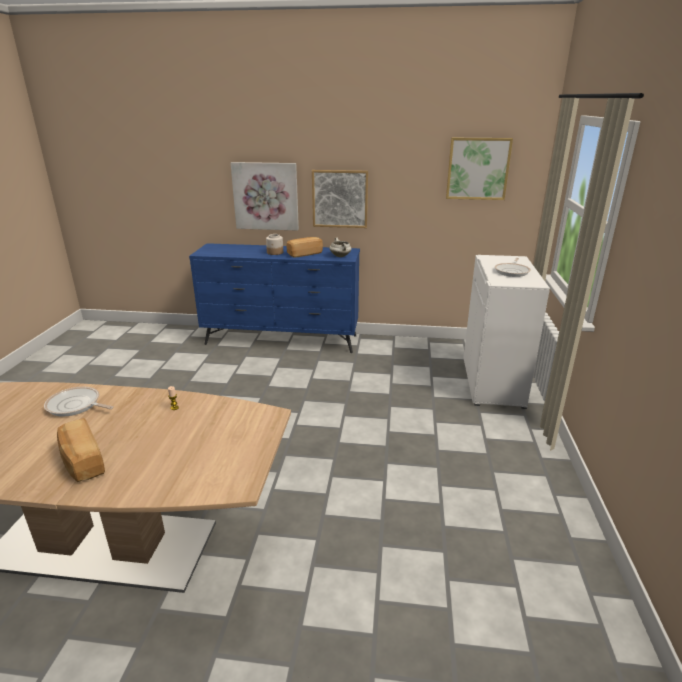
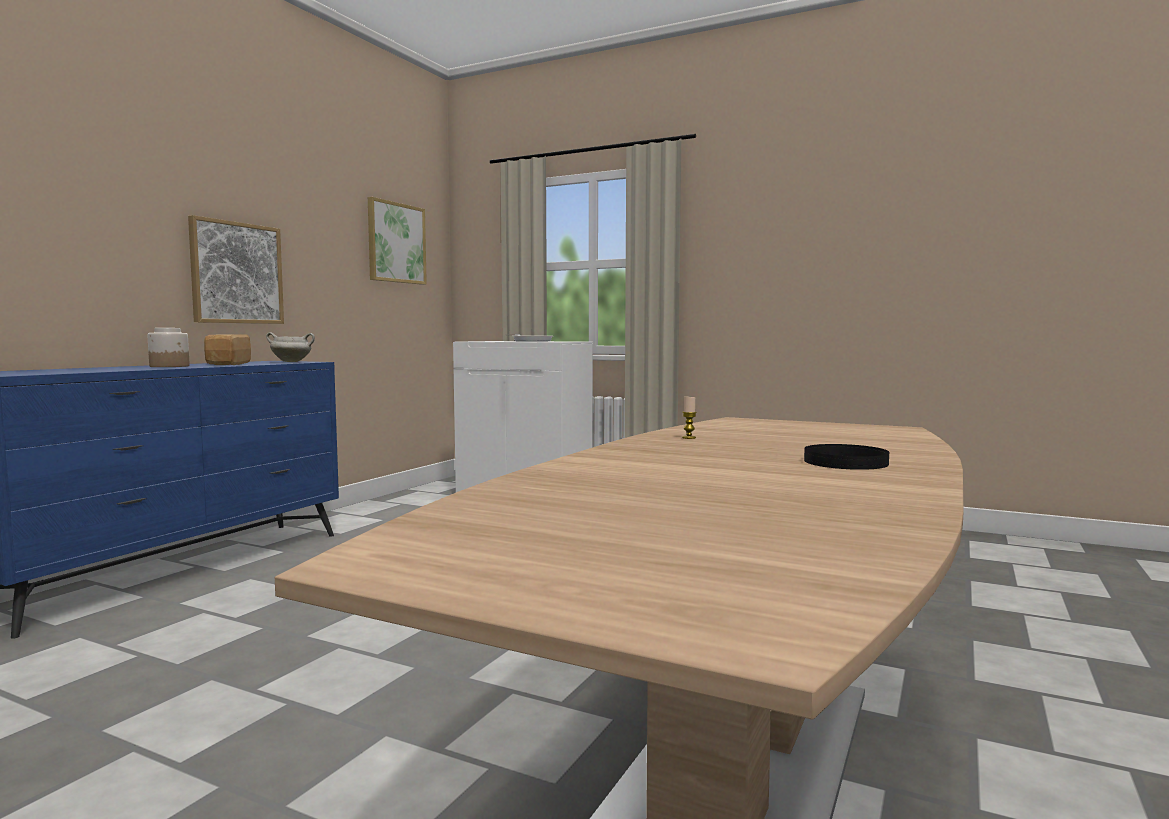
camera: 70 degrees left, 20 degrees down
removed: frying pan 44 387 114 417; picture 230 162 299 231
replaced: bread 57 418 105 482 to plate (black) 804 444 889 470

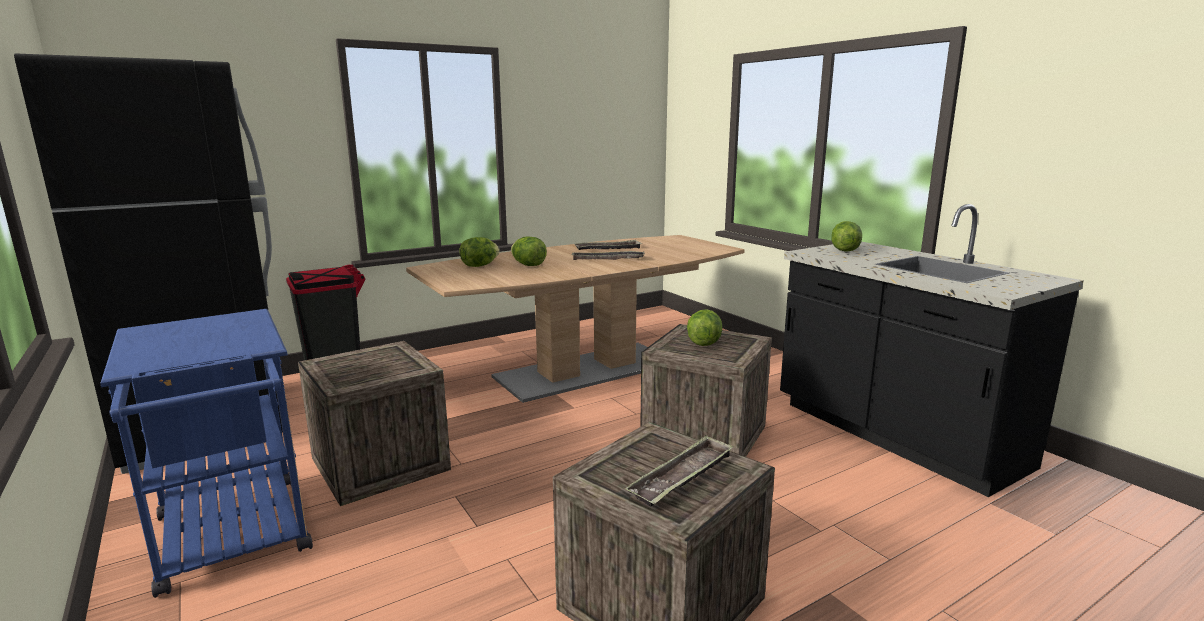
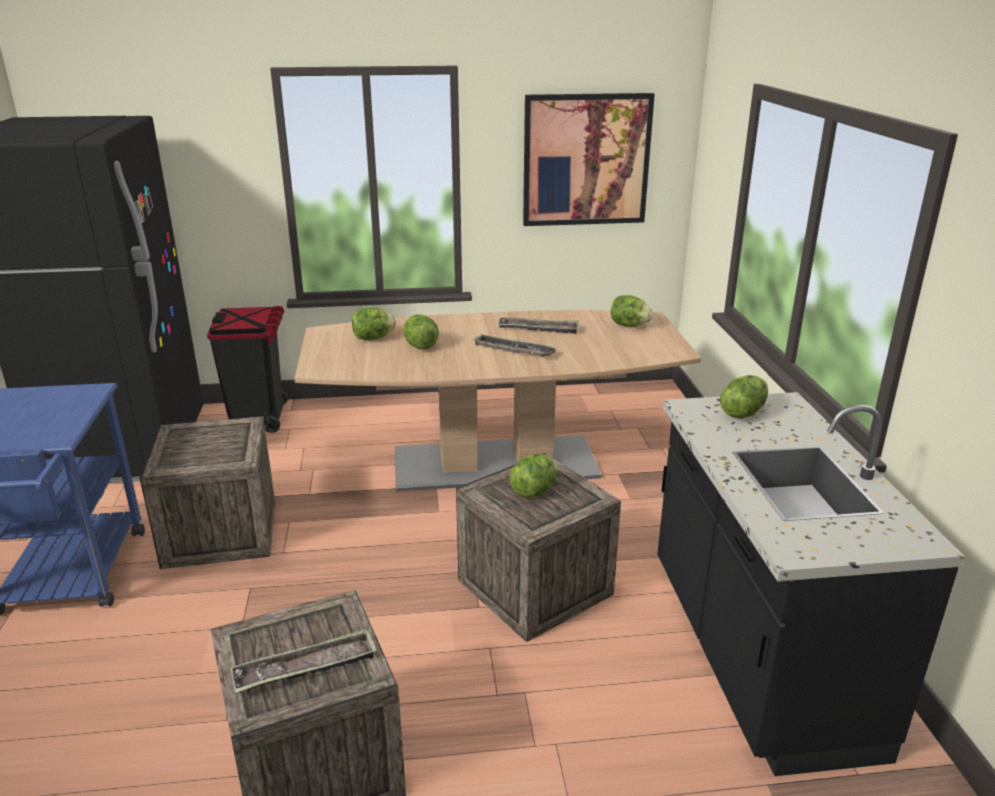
camera: 25 degrees right, 10 degrees up
added: picture 523 93 655 226; lettuce 611 295 653 327

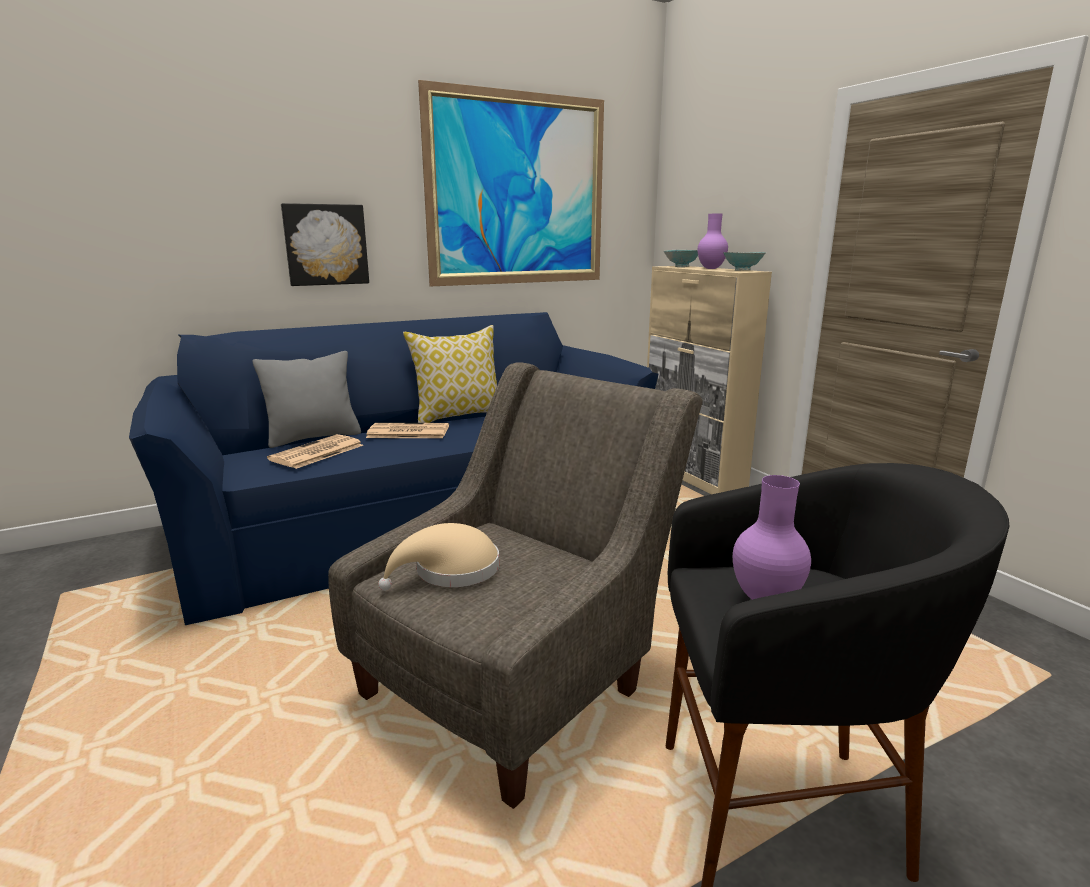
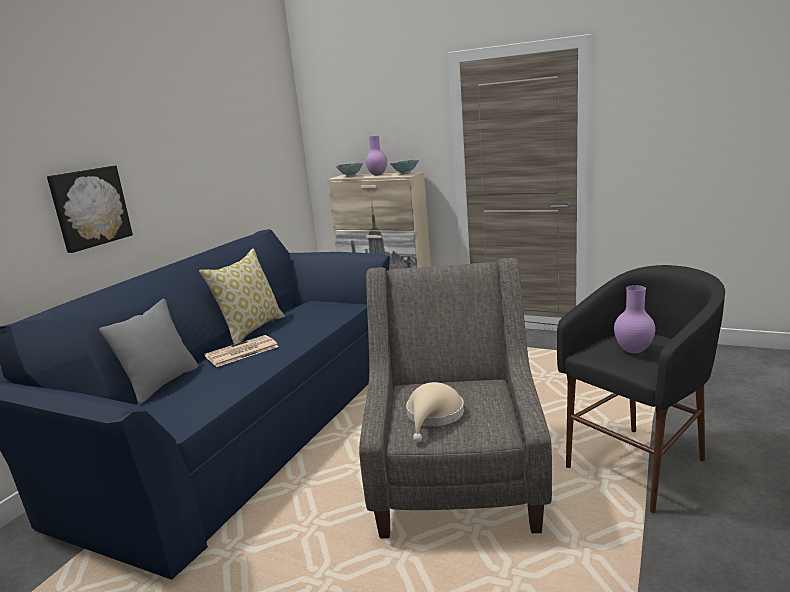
camera: 35 degrees left, 0 degrees up
removed: newspaper 267 434 363 469; picture 418 80 604 286

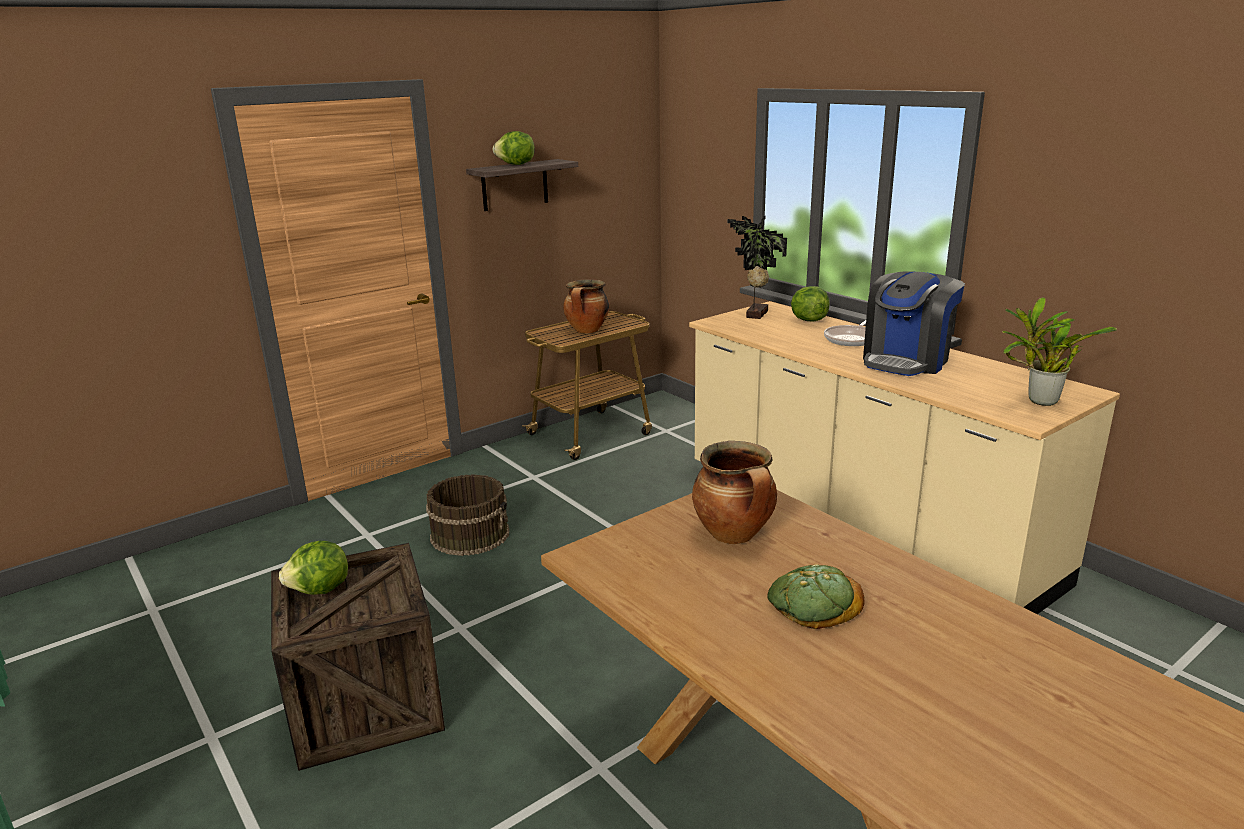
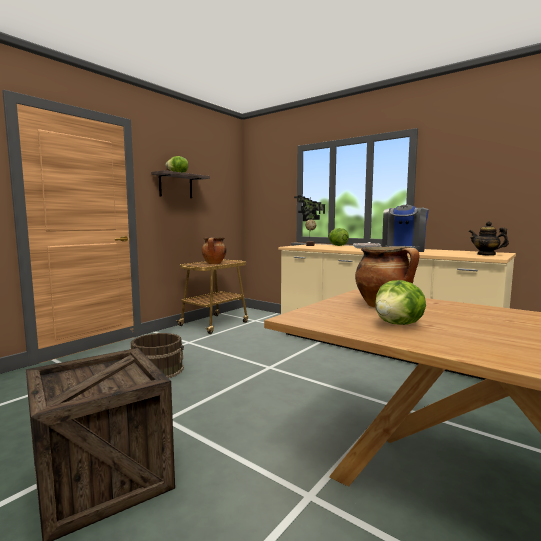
camera: 15 degrees left, 15 degrees down
removed: bread 768 564 865 629
moved: lettuce 279 541 348 595 to 375 280 426 325
replaced: potted plant 1002 297 1117 406 to teapot 469 221 509 255

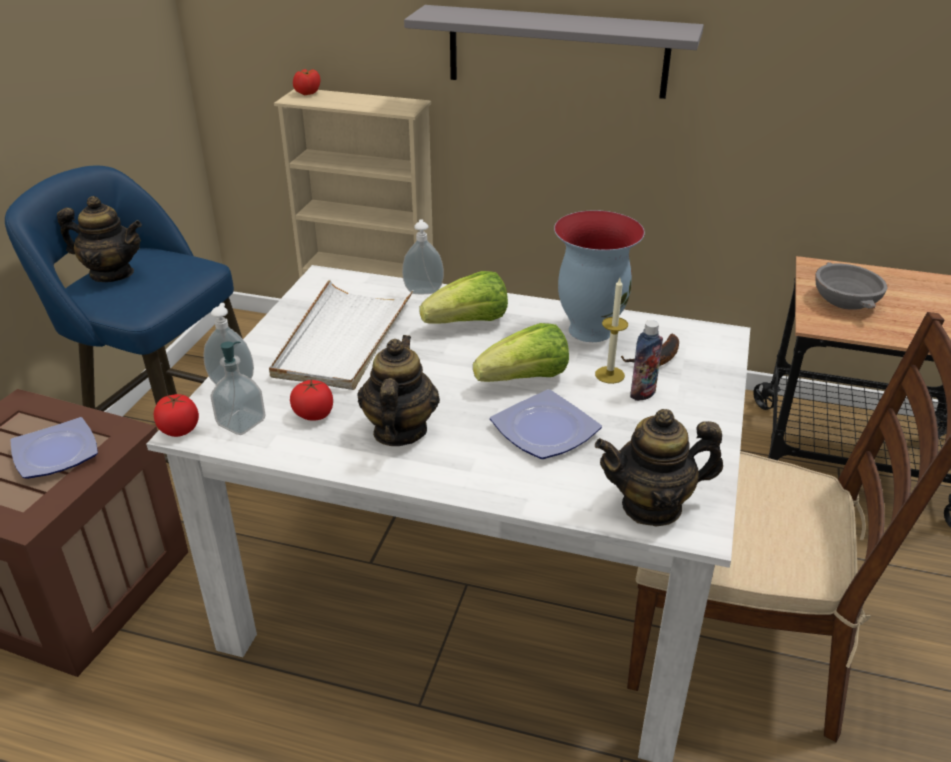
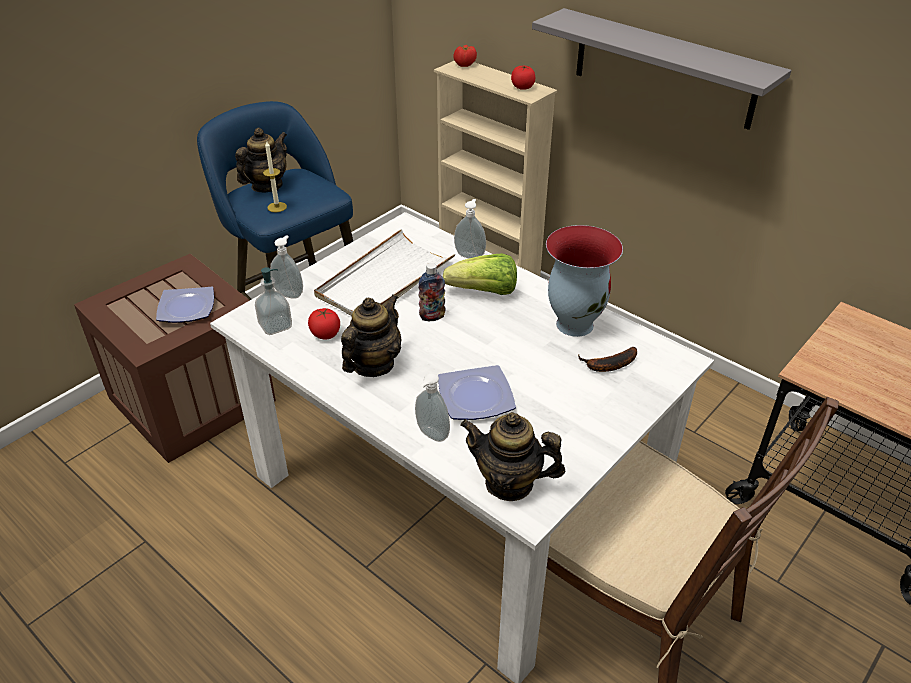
camera: 25 degrees right, 5 degrees up
removed: lettuce 473 323 569 382; bowl (grey) 815 262 887 310
added: soap dispenser 415 373 450 442
moved: tomato 154 394 199 437 to 511 65 535 90; candle 595 278 628 384 to 263 140 287 212; bottle 630 320 663 401 to 418 263 445 321
turned: teapot 57 196 142 282 = 235 128 287 193 90 degrees counterclockwise

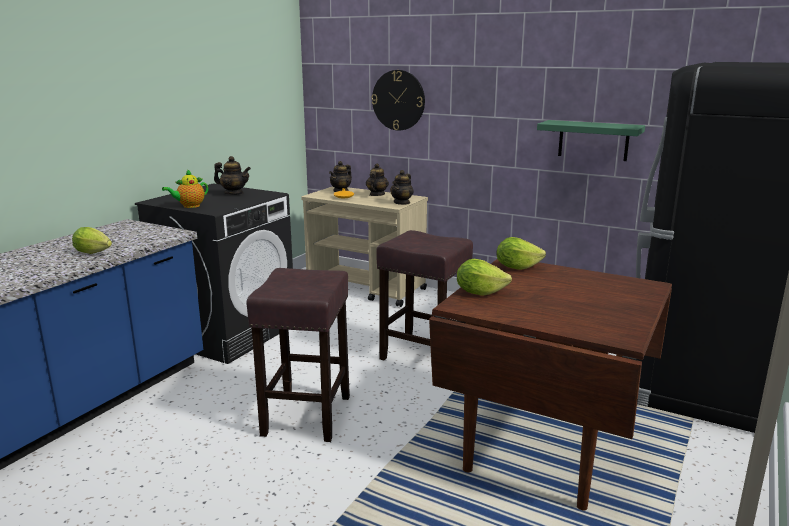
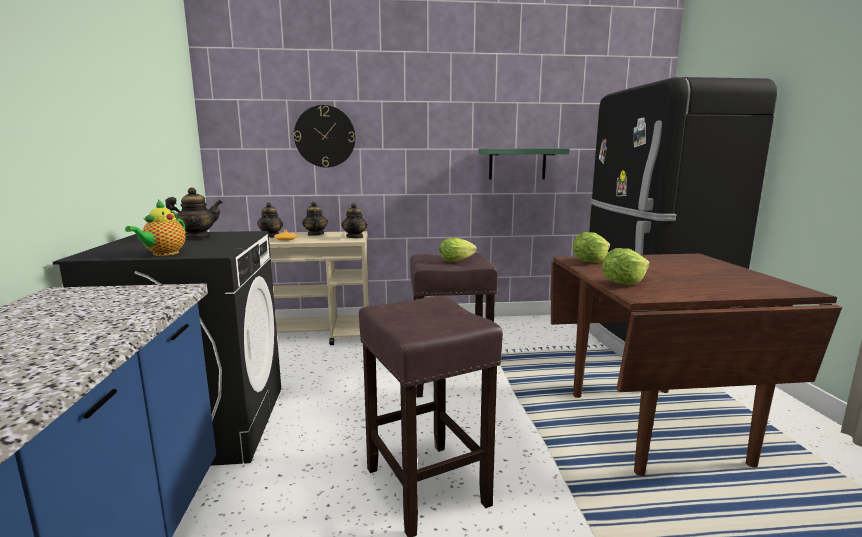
camera: 35 degrees left, 5 degrees down
moved: lettuce 72 227 112 254 to 439 238 477 262

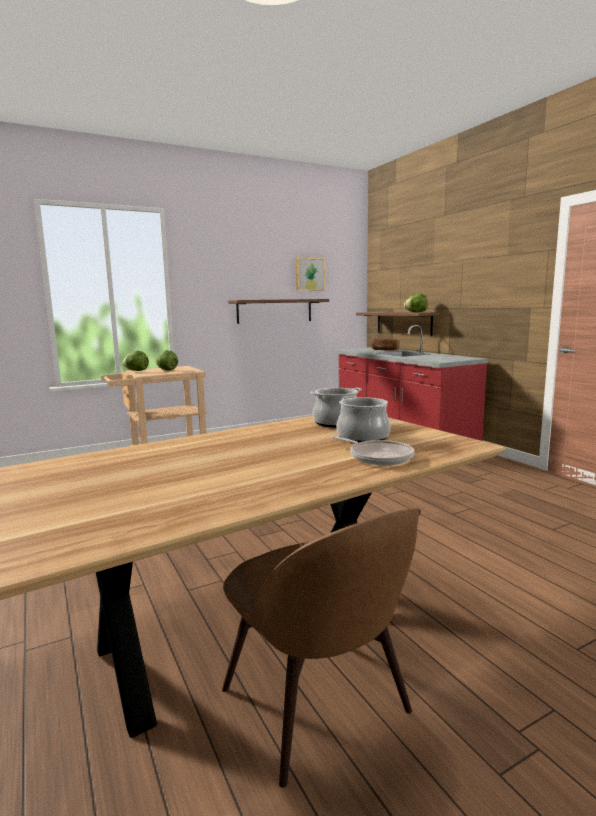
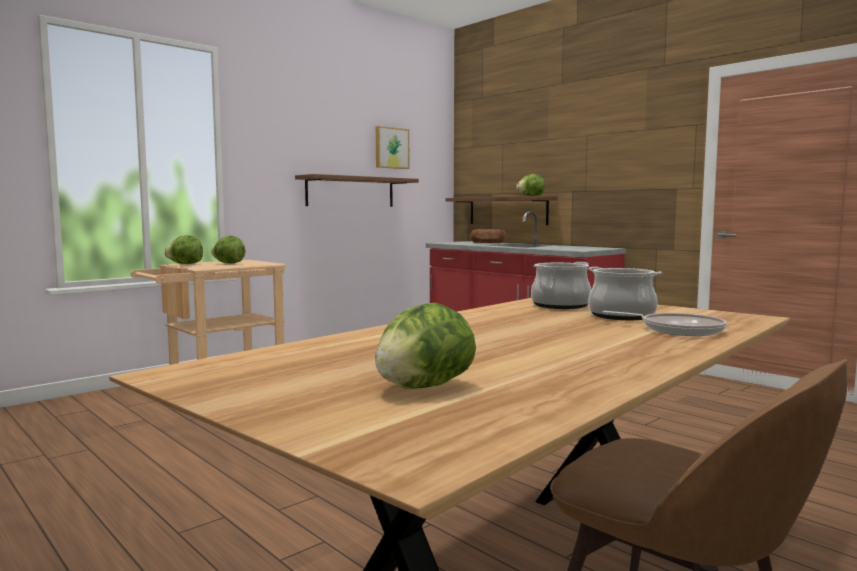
camera: 15 degrees left, 5 degrees down
added: lettuce 375 303 476 389

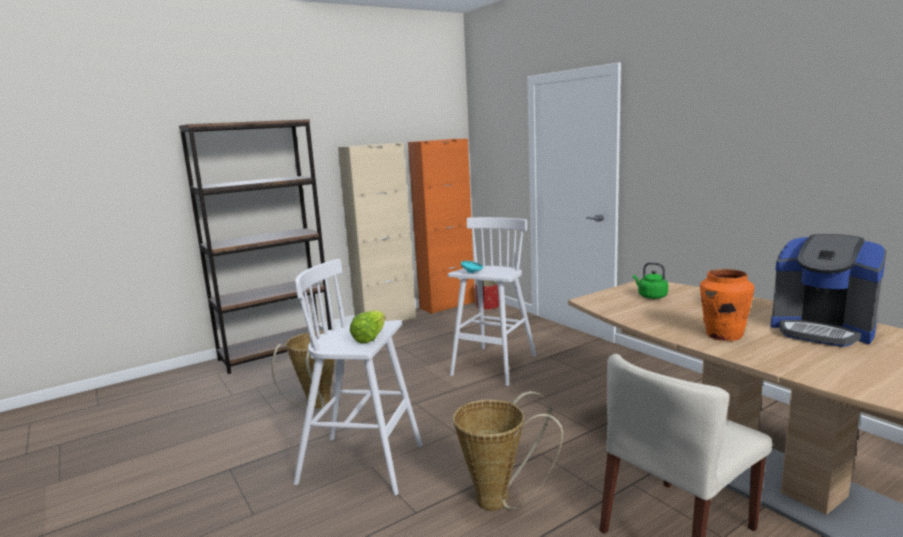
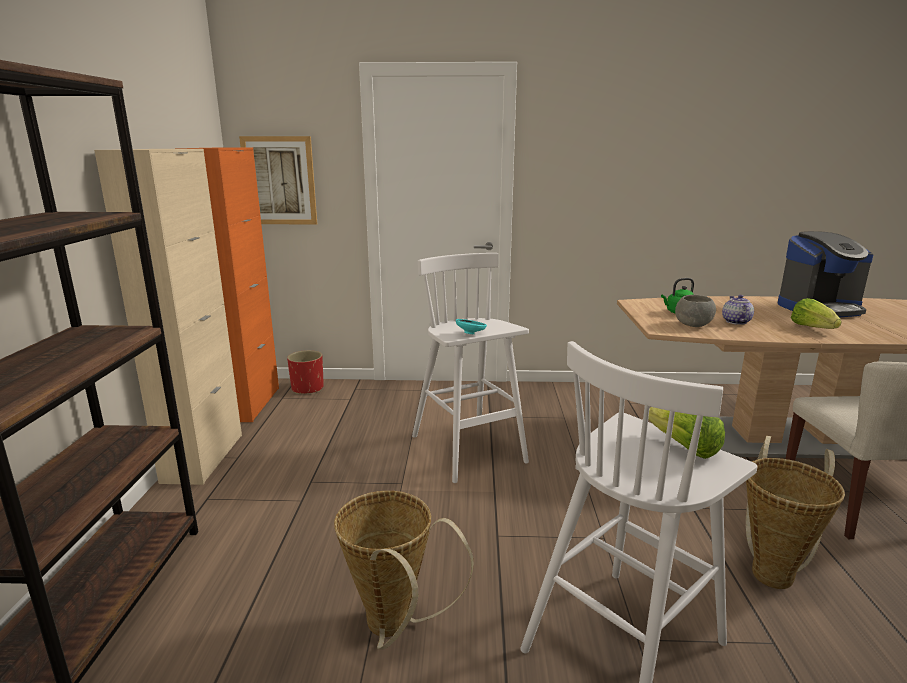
camera: 55 degrees left, 5 degrees up
added: picture 239 136 317 225; bowl (grey) 675 295 716 327; teapot 722 295 754 325
replaced: vase (orange) 700 269 754 341 to lettuce 791 298 842 329

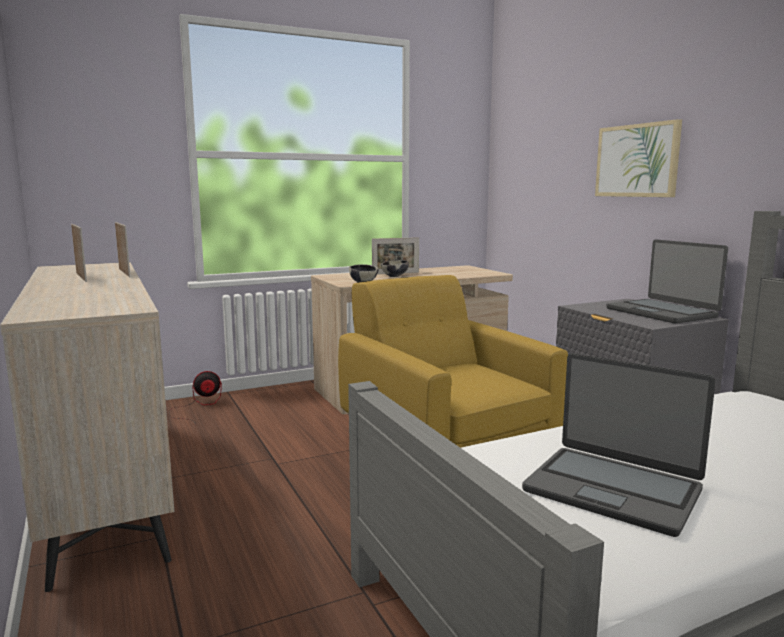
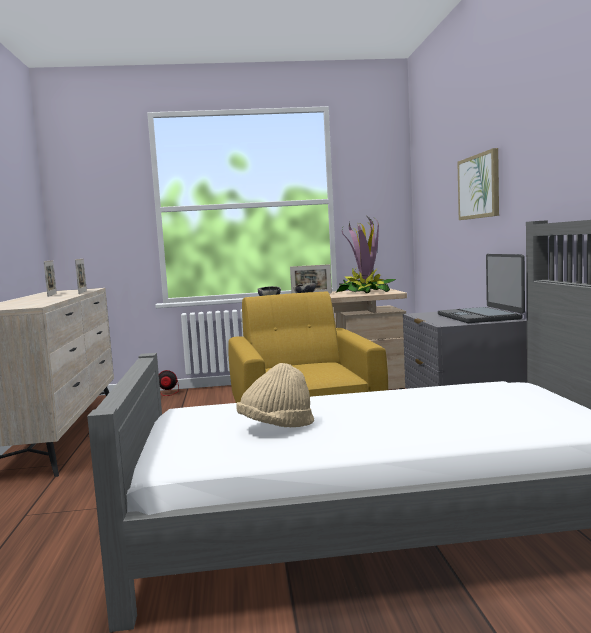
camera: 20 degrees right, 5 degrees down
added: potted plant 336 216 396 293
replaced: laptop 522 353 716 537 to hat (beige) 236 363 314 428

